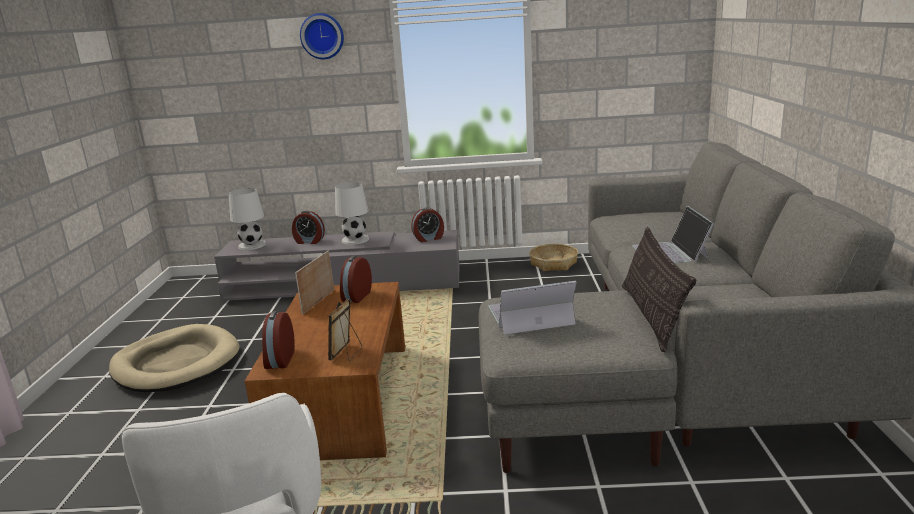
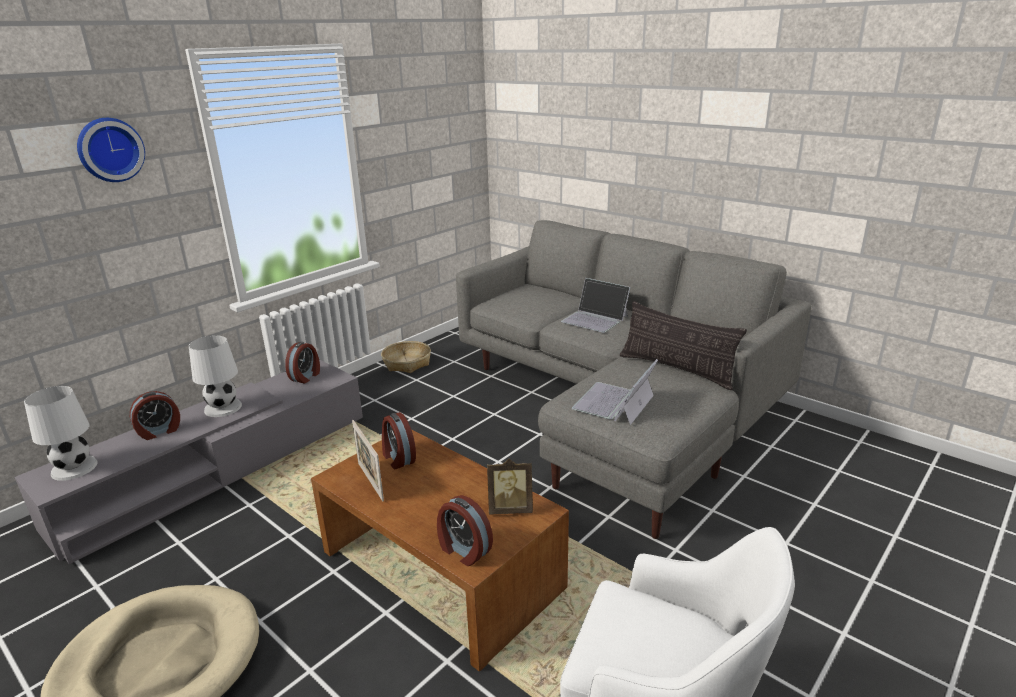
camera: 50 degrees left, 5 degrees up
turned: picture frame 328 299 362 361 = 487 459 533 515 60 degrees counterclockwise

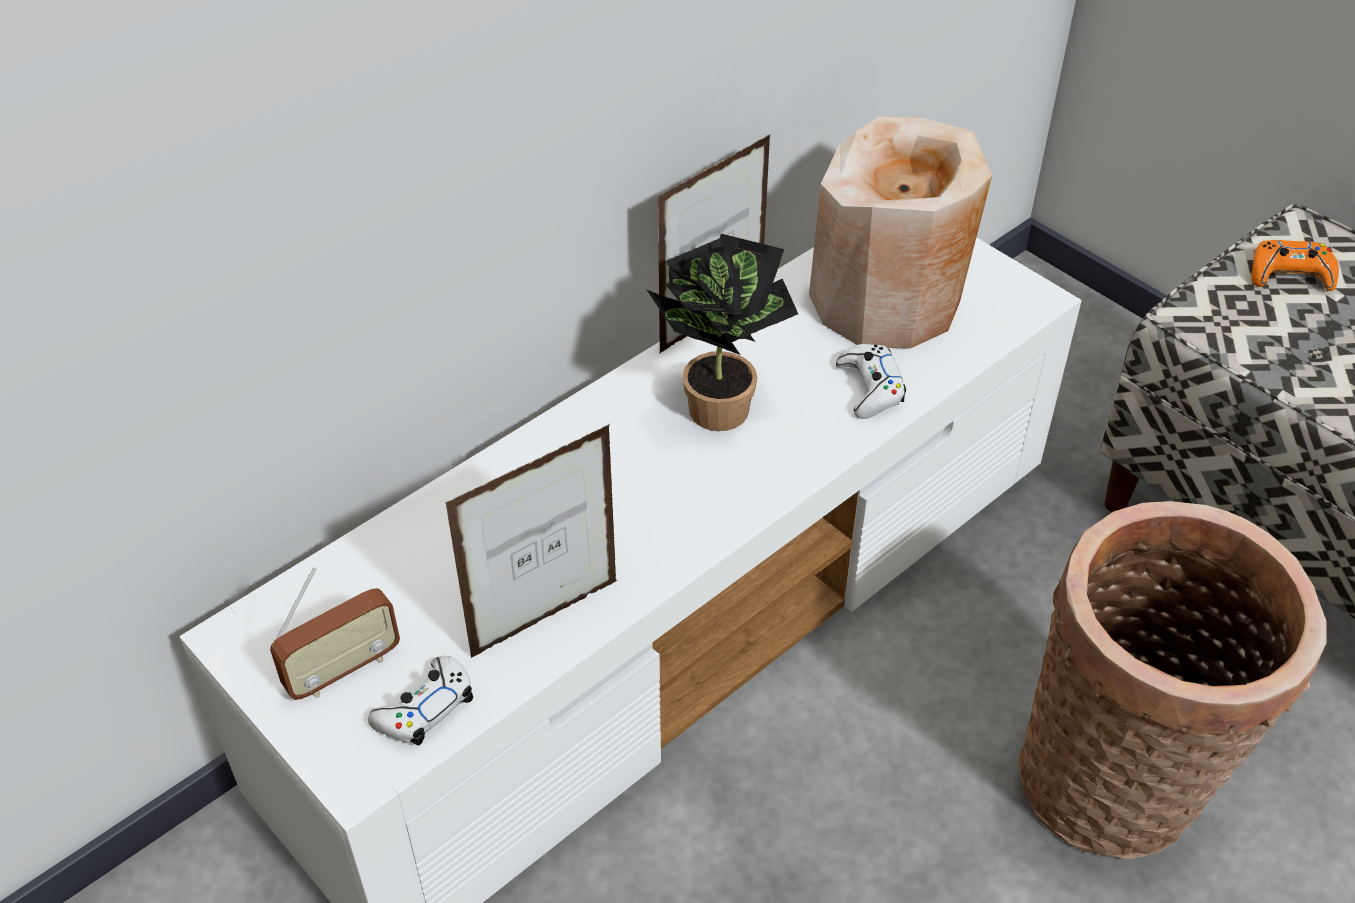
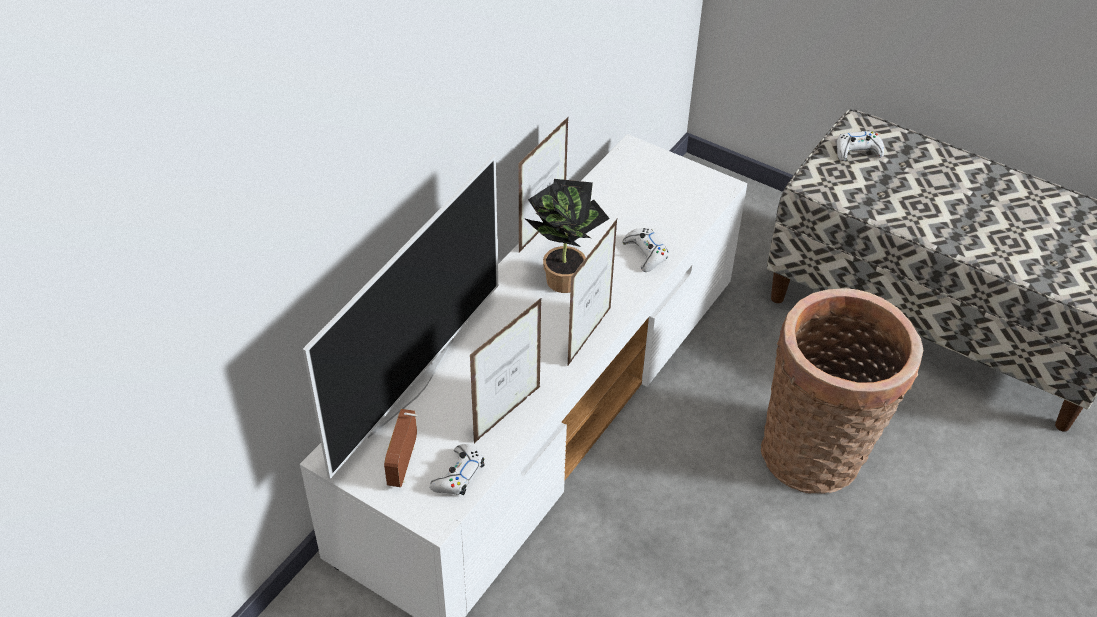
camera: 15 degrees left, 0 degrees up
removed: vase (beige) 809 117 992 349
added: television 303 154 498 479; picture frame 567 219 617 367
recoloured: game controller (orange) 1251 240 1339 291 to game controller (white) 837 131 884 161
turned: radio 270 567 400 700 = 384 409 417 487 150 degrees clockwise

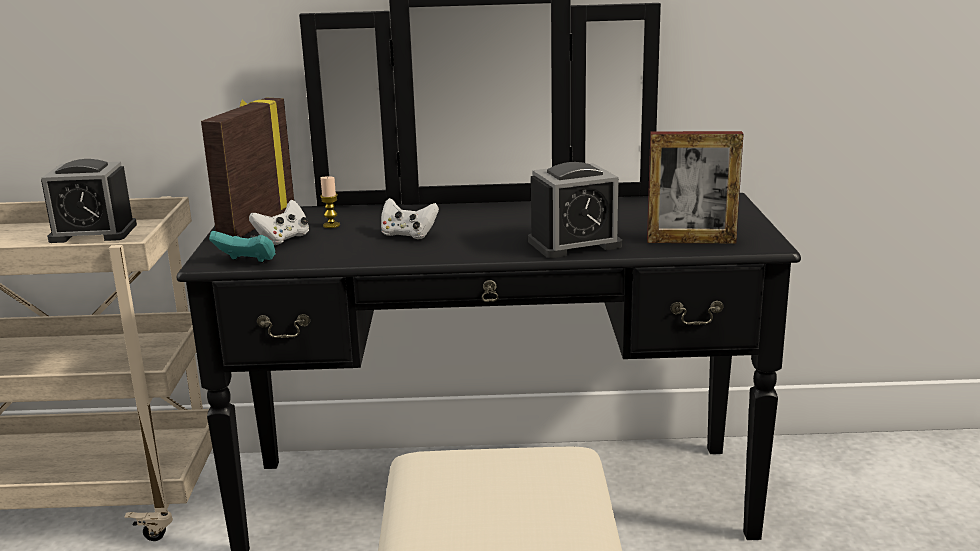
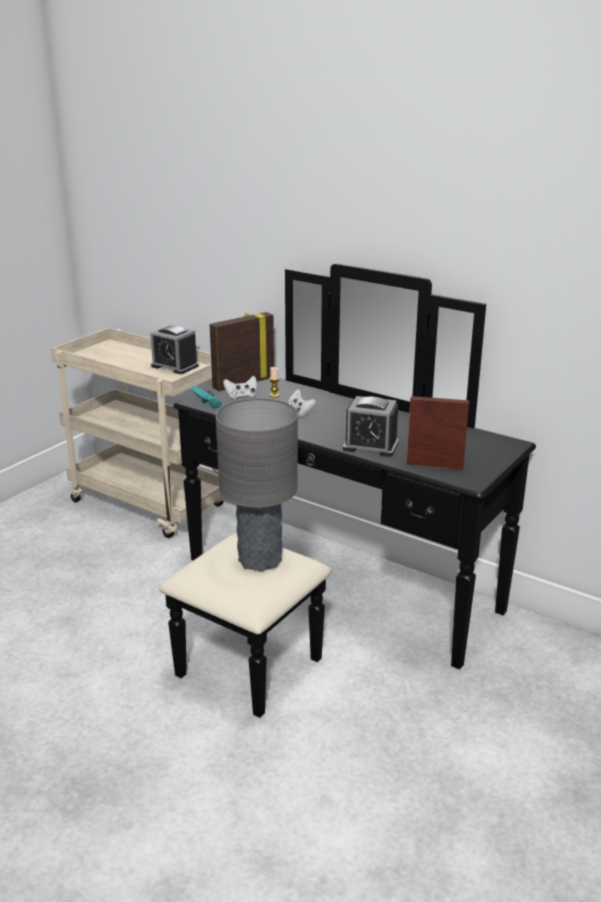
camera: 35 degrees right, 5 degrees up
added: table lamp (grey) 216 398 298 572
turned: picture frame 647 131 743 244 = 407 396 469 470 150 degrees clockwise

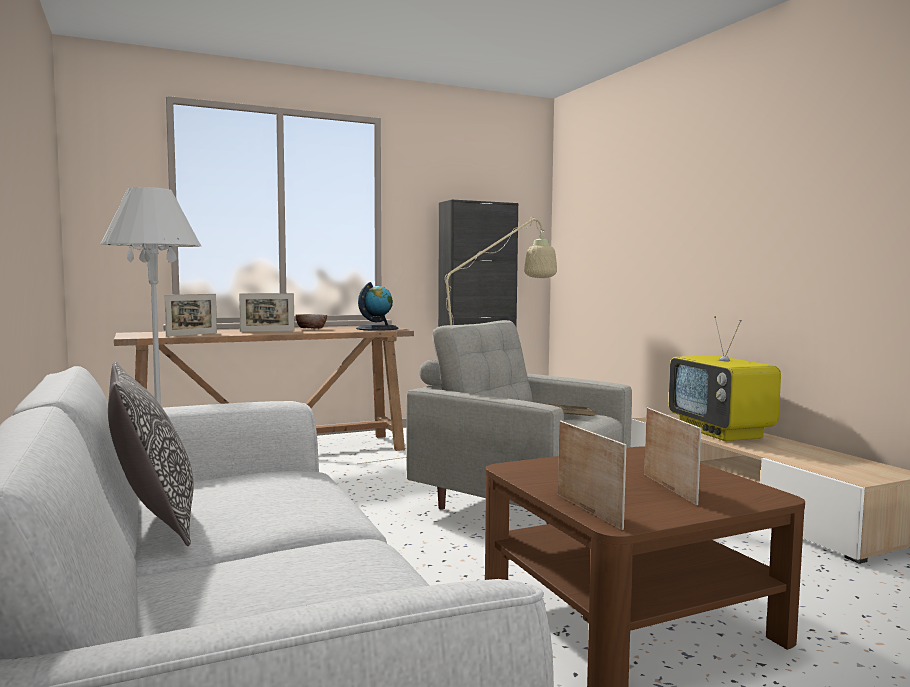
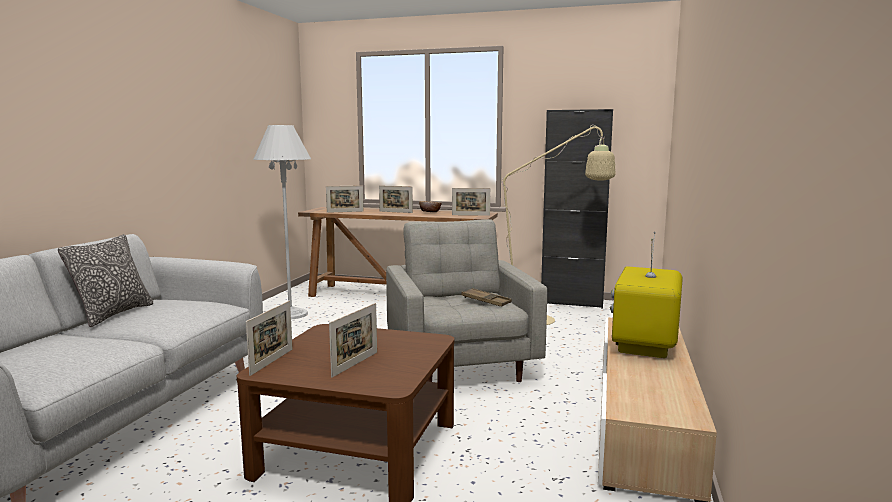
camera: 40 degrees right, 5 degrees up
replaced: globe 356 282 399 331 to picture frame 452 188 490 216

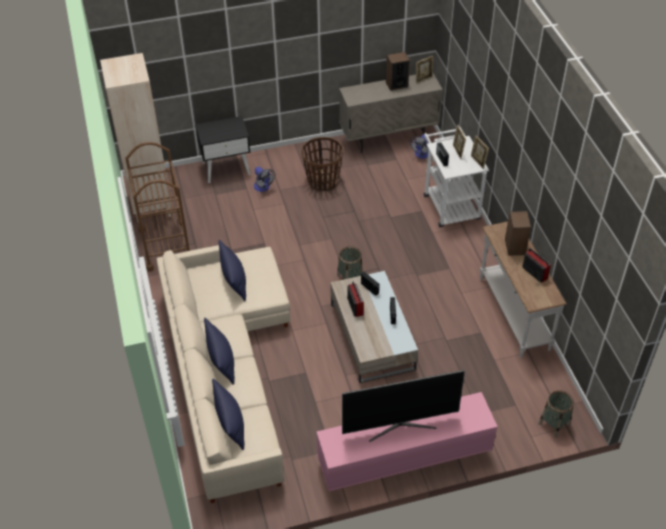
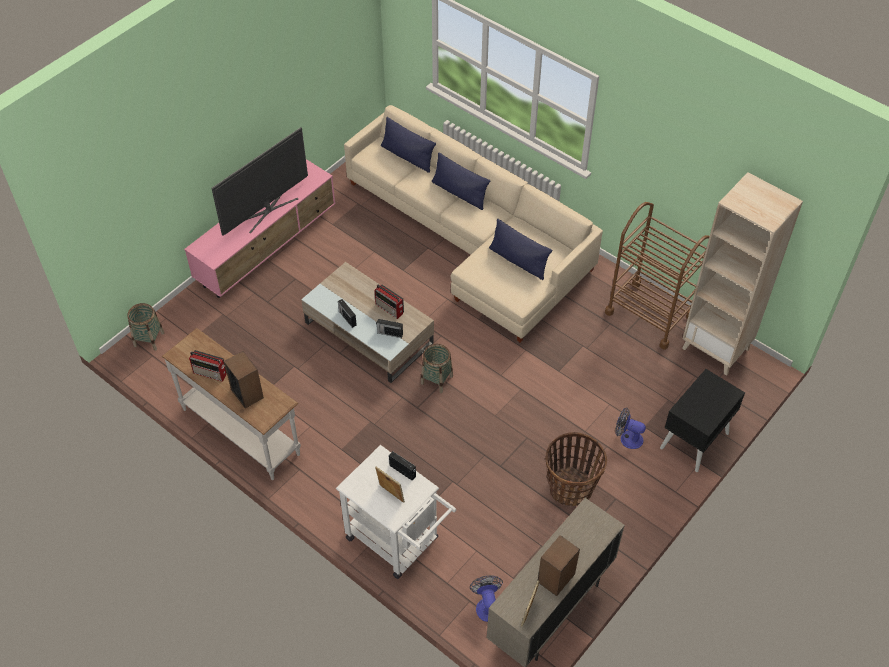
camera: 145 degrees right, 5 degrees up
removed: picture frame 471 135 489 169

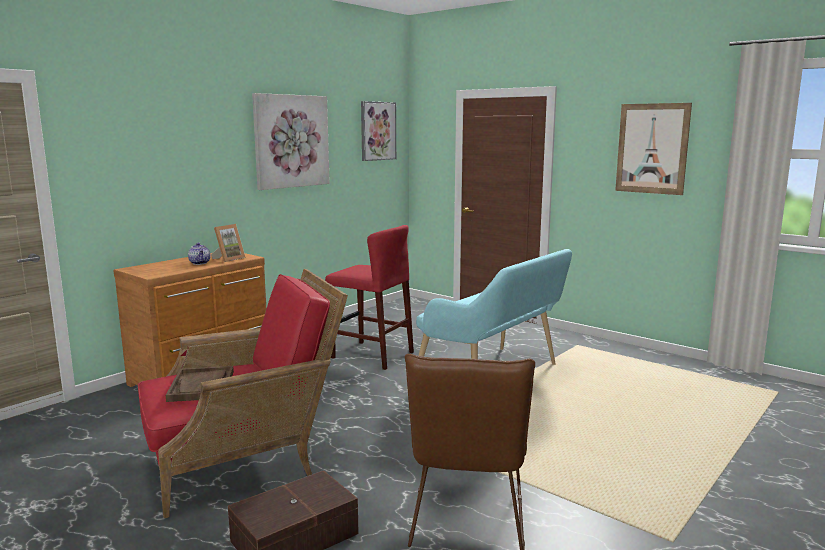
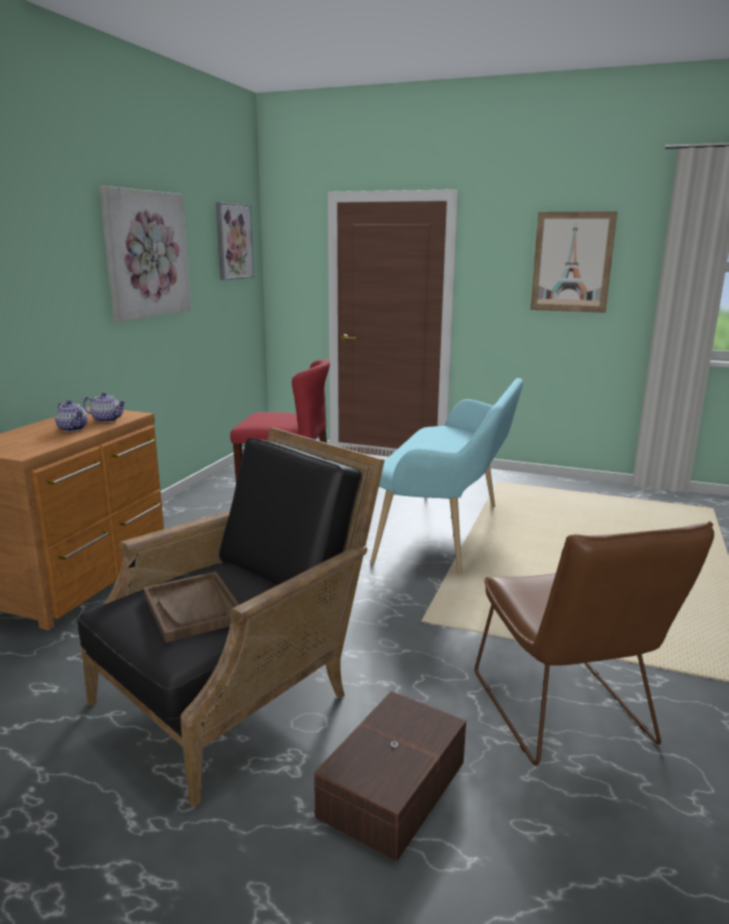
camera: 20 degrees left, 5 degrees up
replaced: picture frame 211 224 246 262 to teapot 83 392 126 422
recoloured: armchair (red) 138 269 348 518 to armchair (black) 77 427 385 807

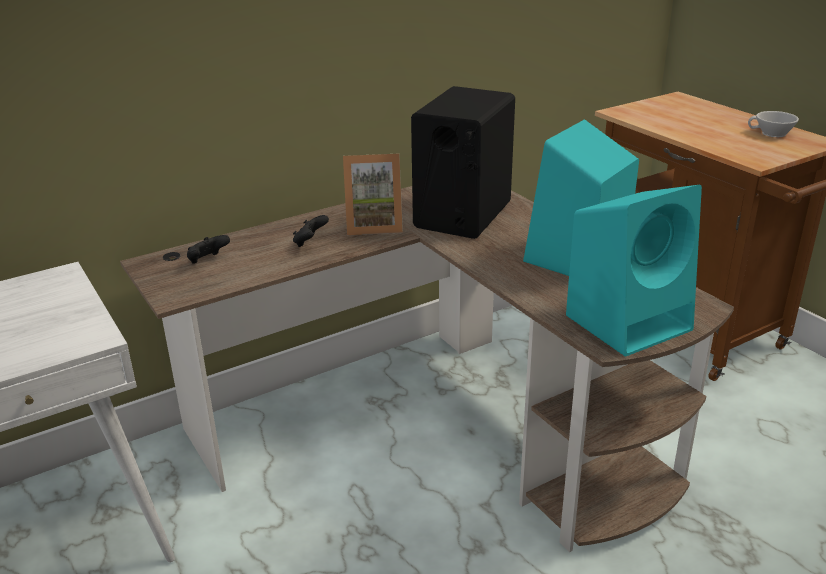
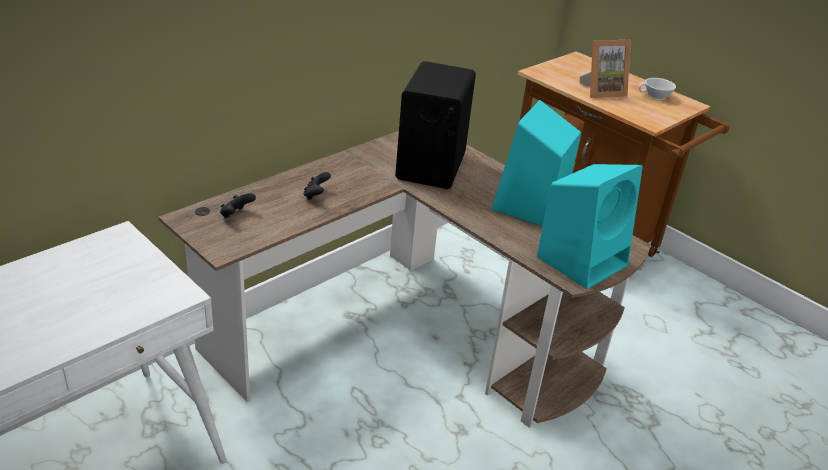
camera: 15 degrees left, 5 degrees up
moved: picture frame 343 154 403 235 to 580 40 631 98

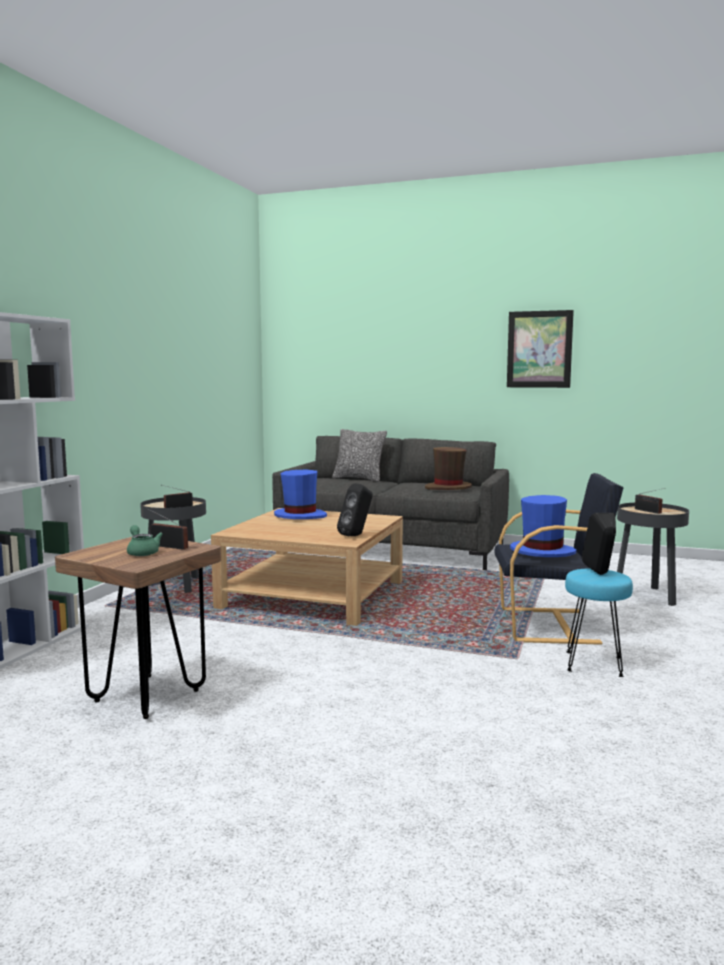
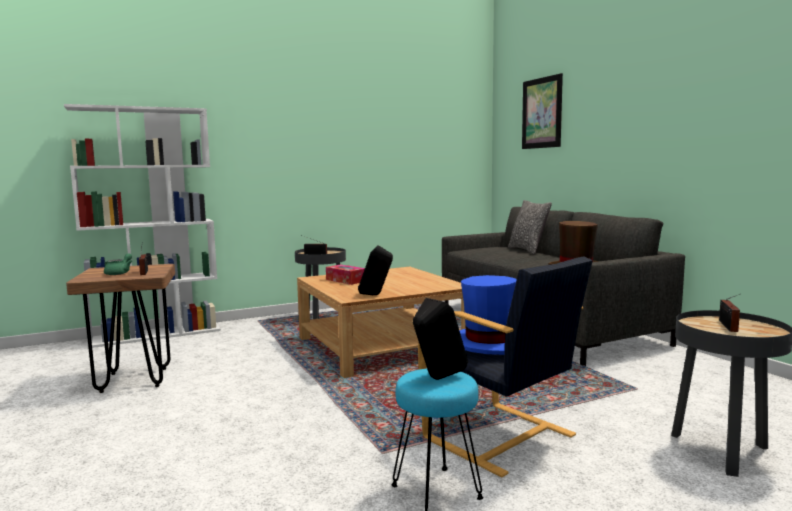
camera: 45 degrees right, 0 degrees up
removed: hat (blue) 274 470 327 519
added: tissue box 326 265 365 285
moved: picture 507 310 574 388 to 522 73 563 149

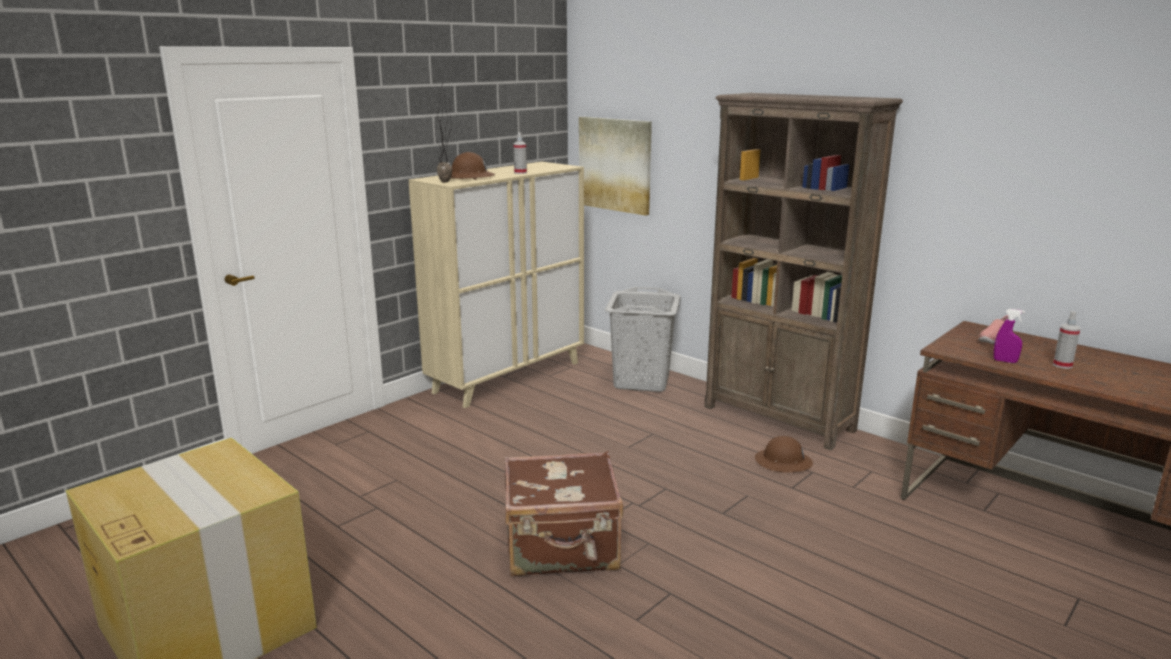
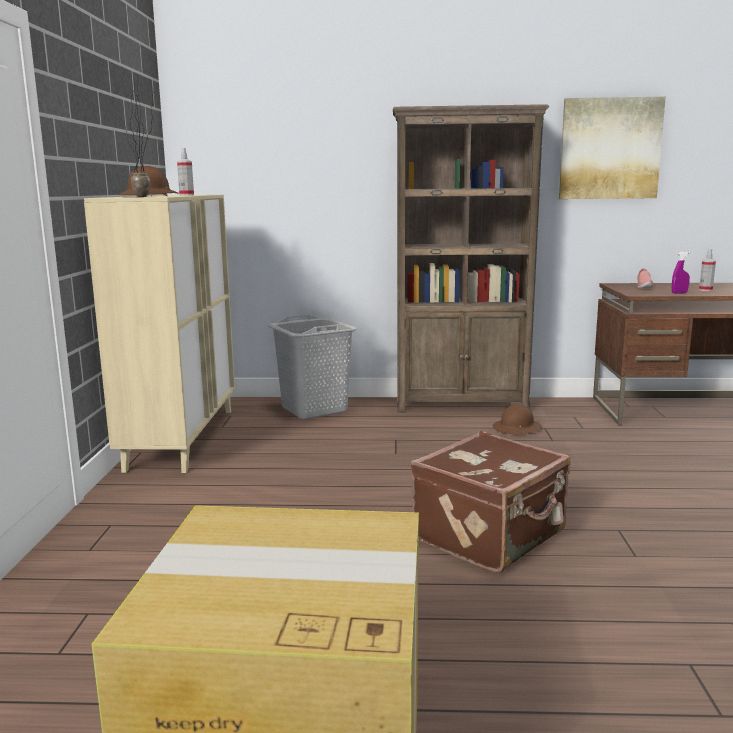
camera: 40 degrees left, 5 degrees down
moved: picture 579 117 652 216 to 559 97 666 199

